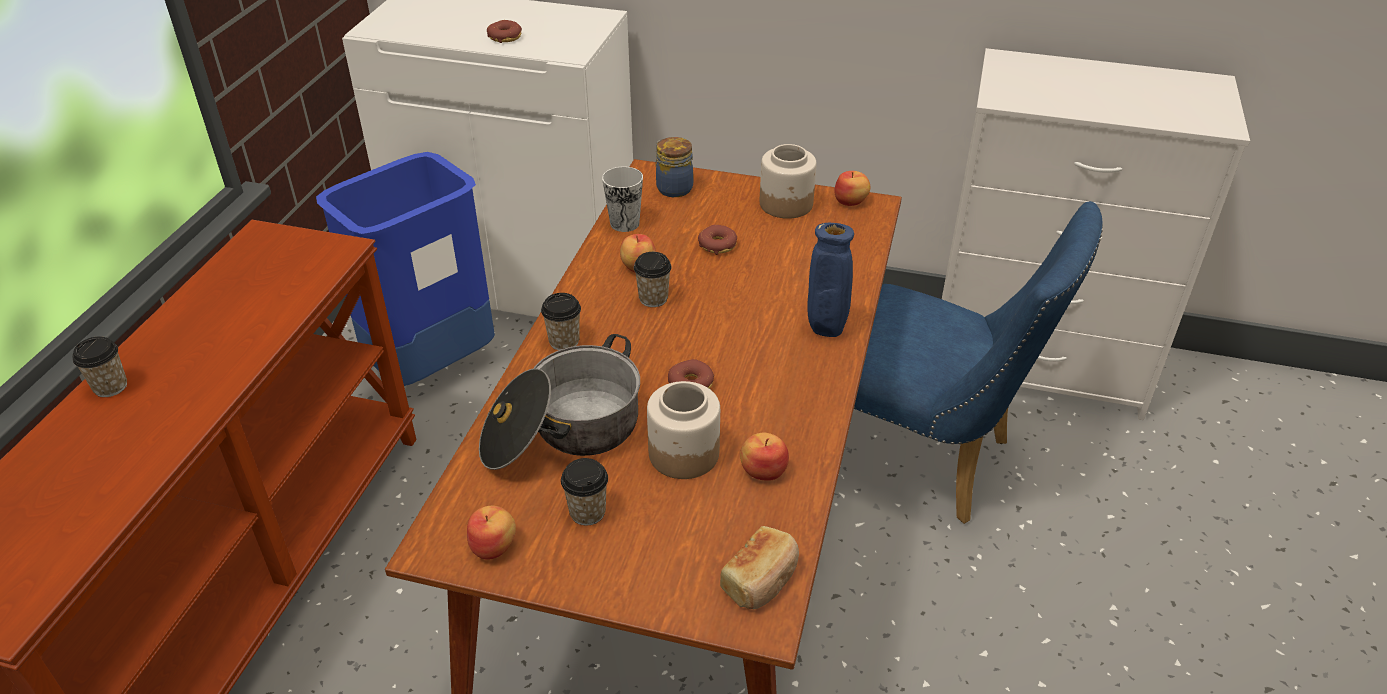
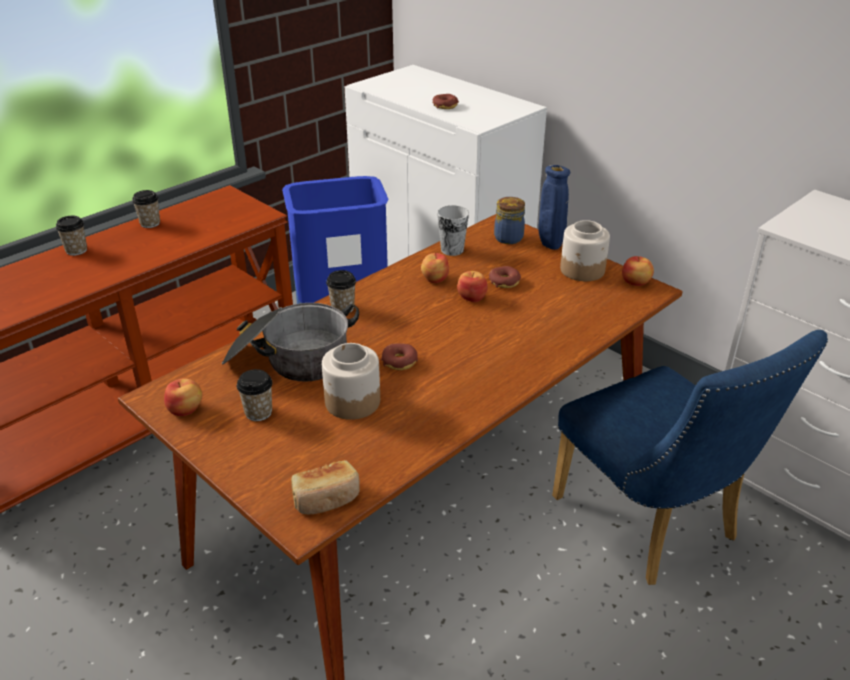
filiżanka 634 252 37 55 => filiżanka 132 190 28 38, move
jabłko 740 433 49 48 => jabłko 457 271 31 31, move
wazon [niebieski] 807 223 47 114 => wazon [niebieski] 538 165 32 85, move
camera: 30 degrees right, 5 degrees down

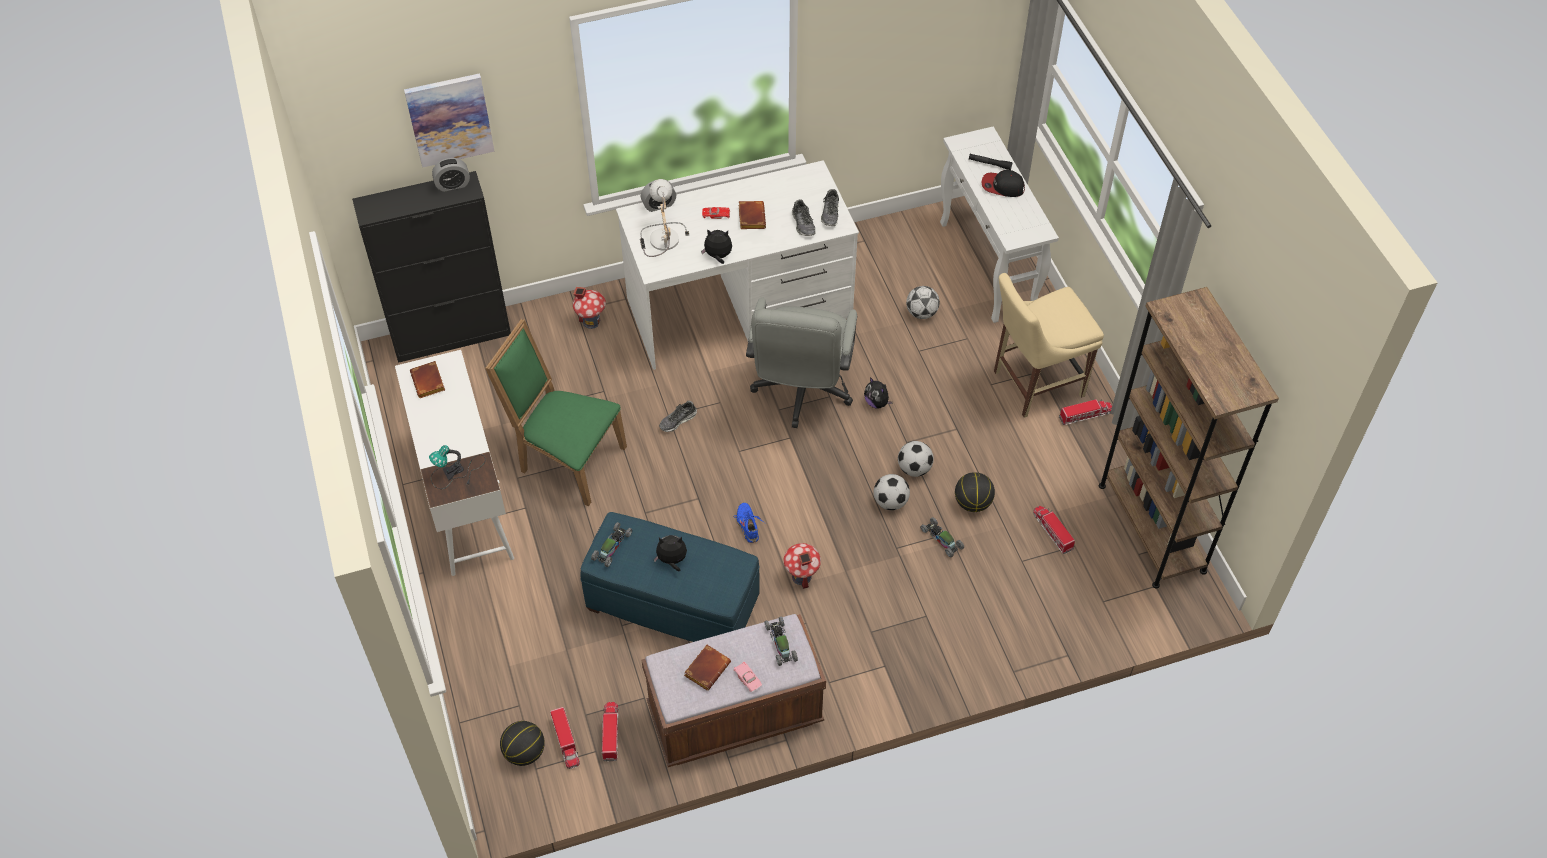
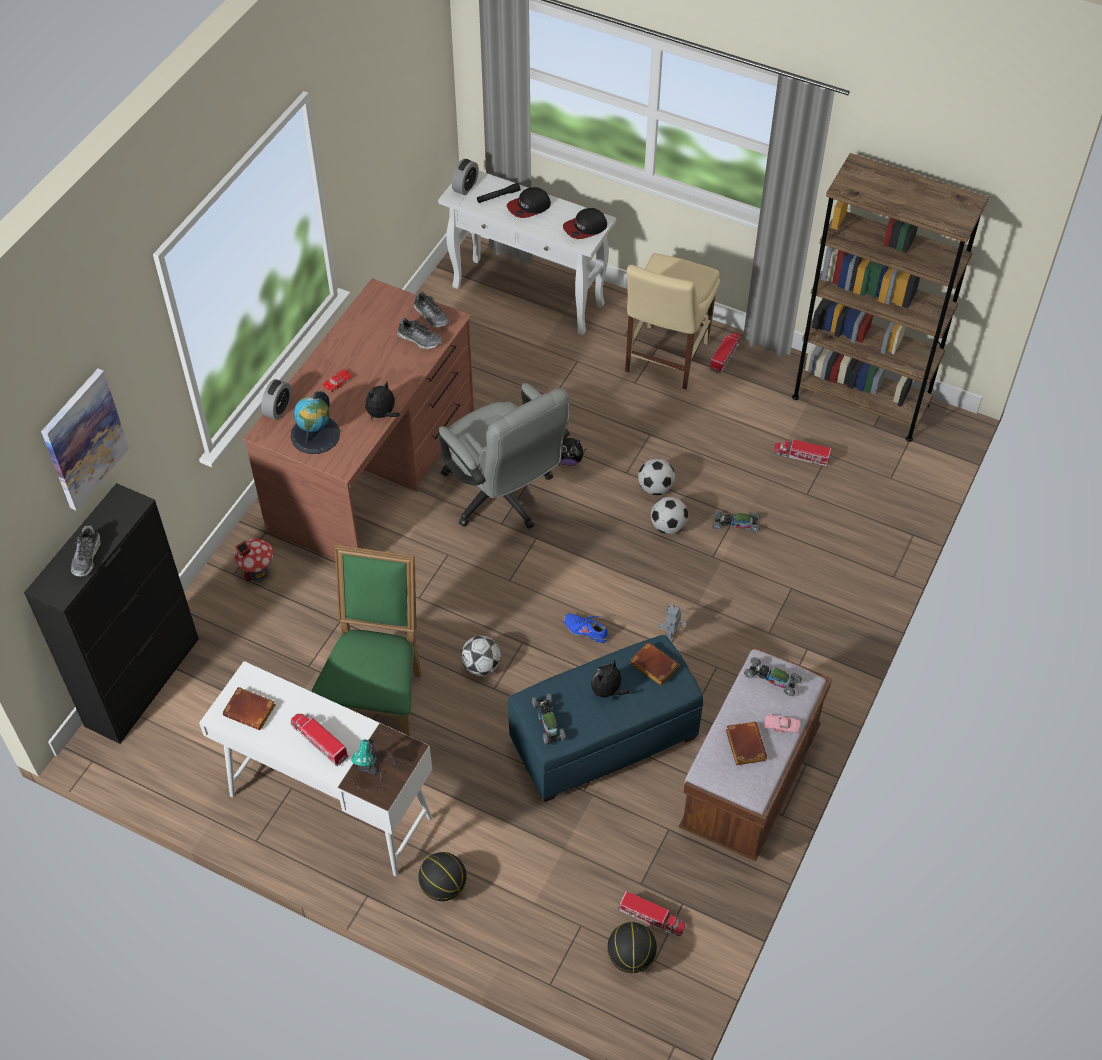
budzik 432 158 38 34 => budzik 452 159 27 36, move
krzesło [zielony] 485 318 142 188 => krzesło [zielony] 311 545 110 192, 120 degrees clockwise
ciężarówka zabawkowa 602 702 17 59 => ciężarówka zabawkowa 291 714 57 52, move
biurko [biały] 616 160 243 210 => biurko [brązowy] 243 278 231 282
lampa stołowa 640 179 49 78 => globus 291 391 49 63
but 659 401 38 31 => but 71 526 30 51, move
książka [brązowy] 739 201 27 28 => książka [brązowy] 630 642 50 44, move
domek 783 543 38 46 => robot zabawkowy 657 604 29 38
piłka futbolowa 906 286 34 33 => piłka futbolowa 461 636 40 40, move
piłka do koszykówki 955 472 40 40 => piłka do koszykówki 418 852 49 49, move
nothing => czapka z daszkiem 563 208 44 31
camera: 45 degrees left, 0 degrees up

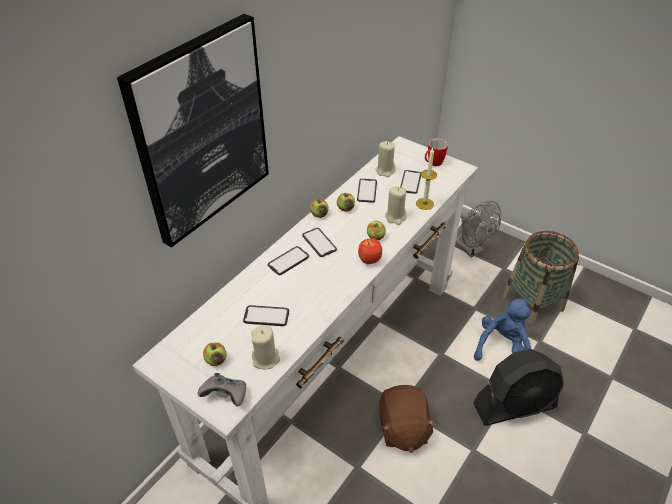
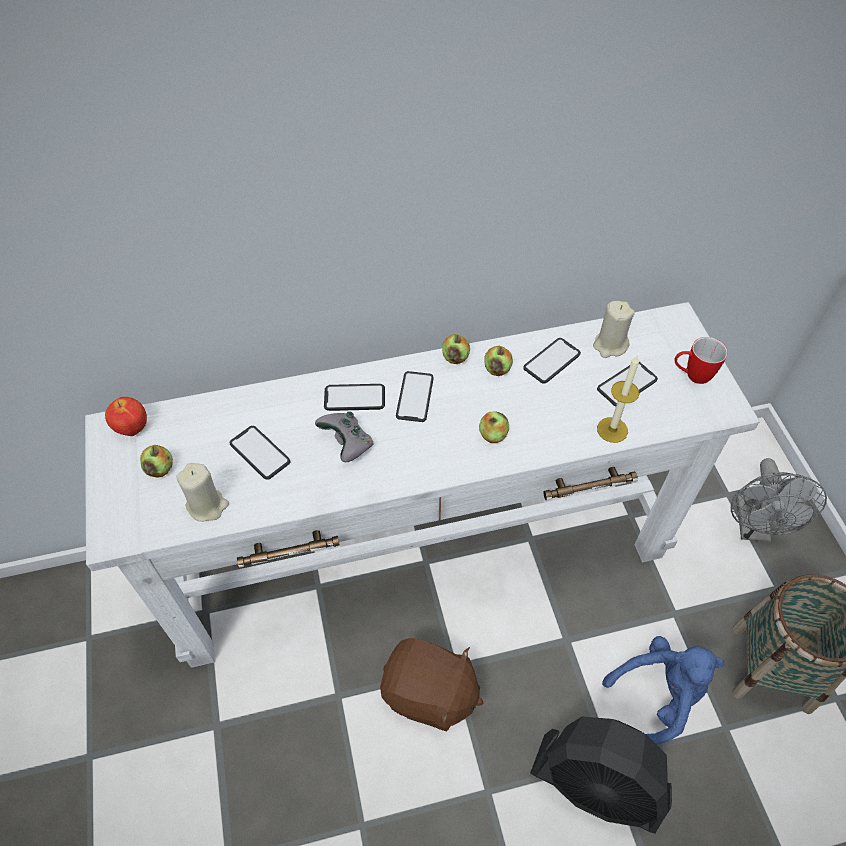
obraz 117 14 152 234 => nothing
pad do gier [szary] 197 373 49 34 => pad do gier [szary] 315 412 58 50, move
jabłko 358 238 24 26 => jabłko 105 397 42 39, move
pluszak [brązowy] 379 385 59 68 => pluszak [brązowy] 380 638 104 93, 105 degrees counterclockwise
świeca [beżowy] 385 186 22 39 => nothing
camera: 40 degrees right, 10 degrees up

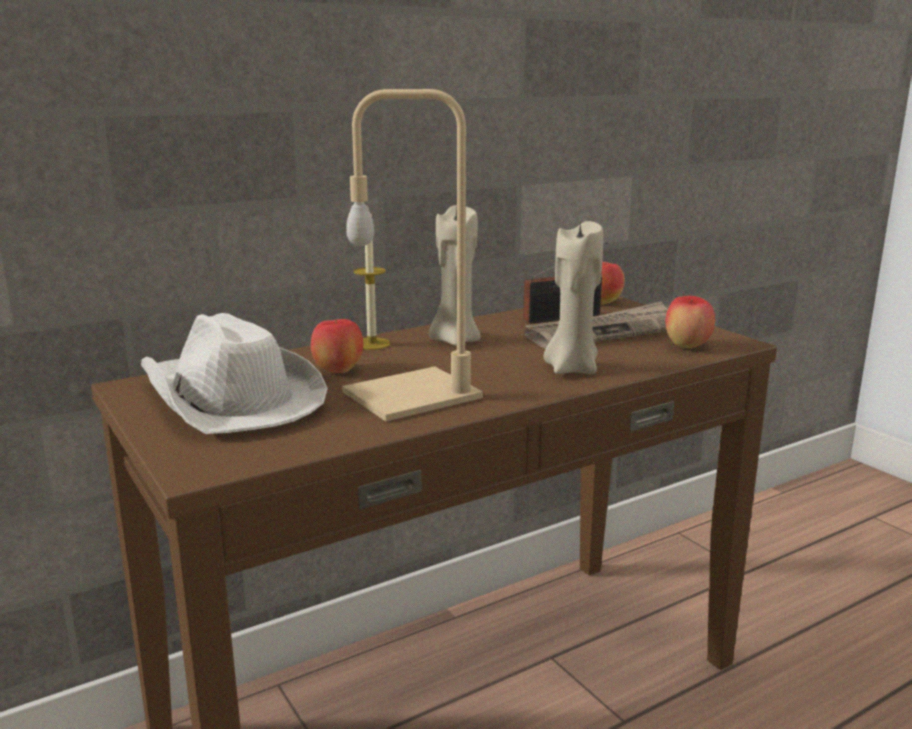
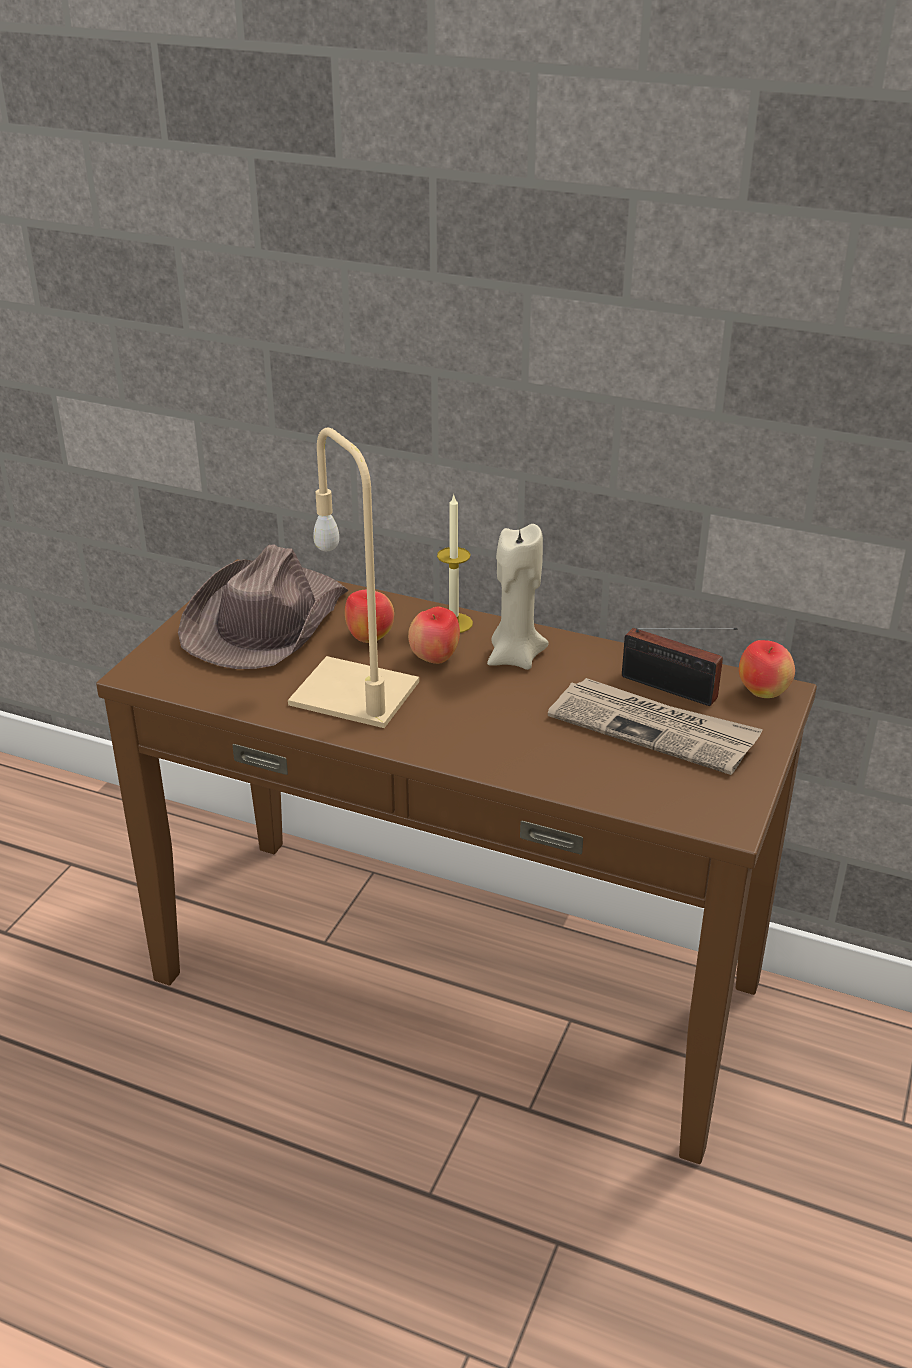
kapelusz [biały] 141 313 187 121 => kapelusz [brązowy] 178 544 171 125
świeca [beżowy] 544 219 59 155 => nothing
jabłko 665 296 50 52 => jabłko 408 607 52 57, move
camera: 55 degrees right, 15 degrees up

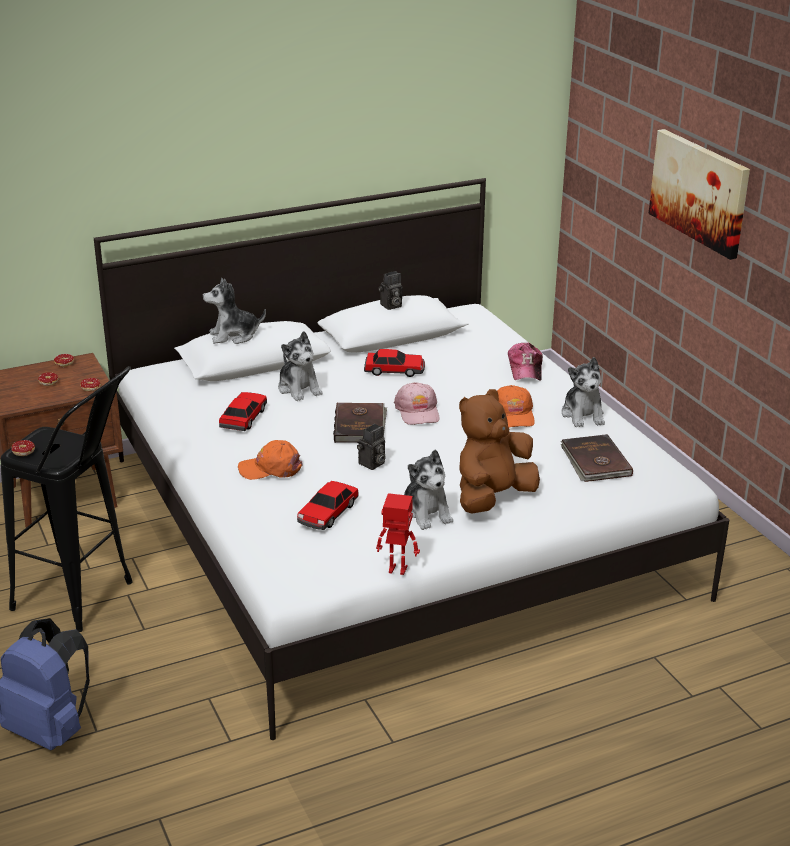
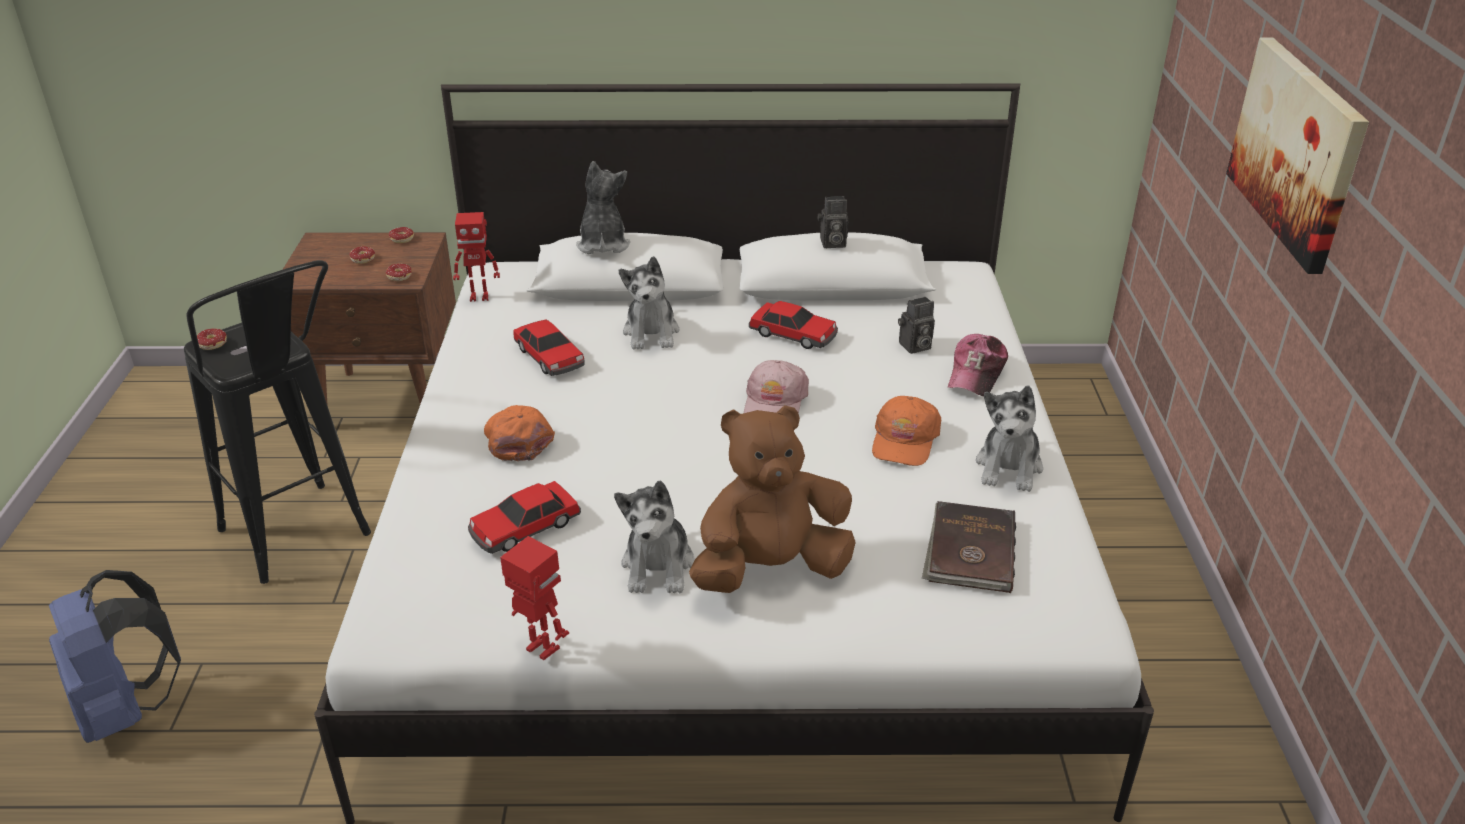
pluszak 203 277 63 67 => pluszak 576 161 54 93, 75 degrees clockwise
samochodzik 219 392 48 39 => samochodzik 513 320 72 56, 105 degrees clockwise
czapka z daszkiem [pomarańczowy] 238 440 65 40 => czapka z daszkiem [pomarańczowy] 484 405 71 56, 45 degrees clockwise
książka [brązowy] 333 403 54 40 => nothing
aparat fotograficzny 357 424 29 46 => aparat fotograficzny 898 297 37 57, move
nothing => robot zabawkowy 453 212 47 90
camera: 25 degrees right, 5 degrees up

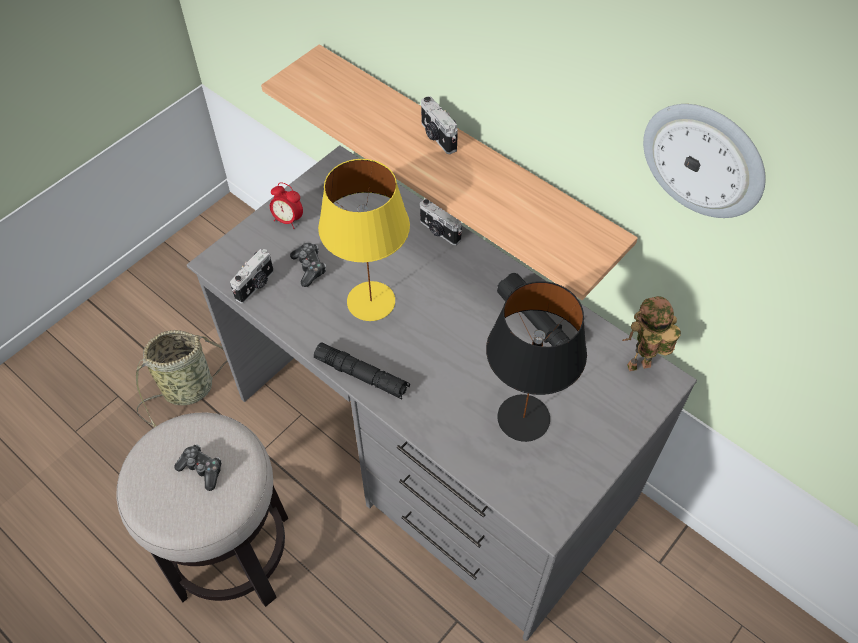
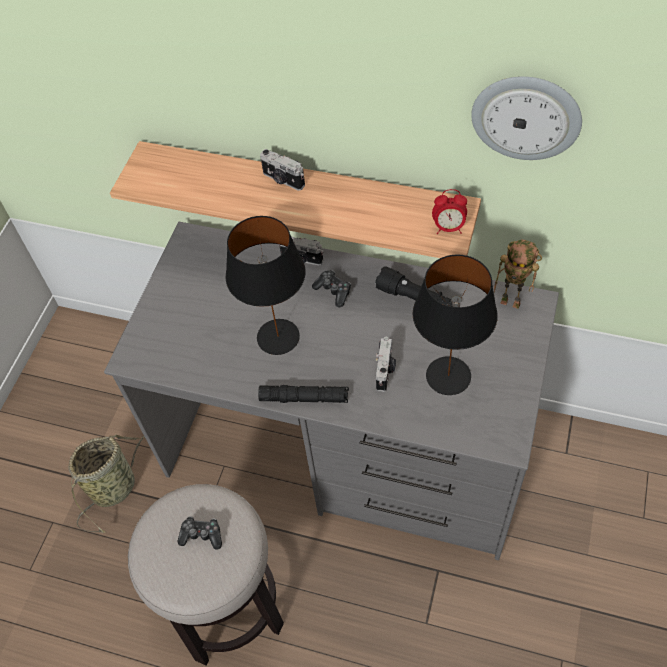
aparat fotograficzny 230 249 44 55 => aparat fotograficzny 376 336 20 56, move
budzik 270 182 33 47 => budzik 432 189 35 45, move
pad do gier 290 243 36 44 => pad do gier 312 270 39 37, move
lampa stołowa [żółty] 318 159 92 162 => lampa stołowa [czarny] 226 216 80 139
robot zabawkowy 622 296 59 75 => robot zabawkowy 494 240 48 69, 120 degrees counterclockwise
camera: 20 degrees left, 0 degrees up

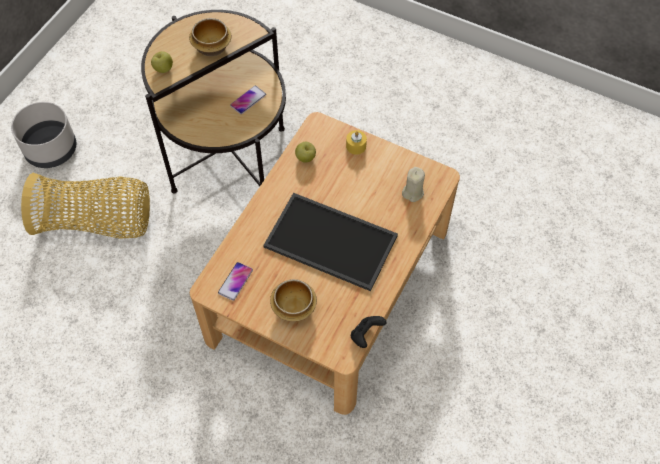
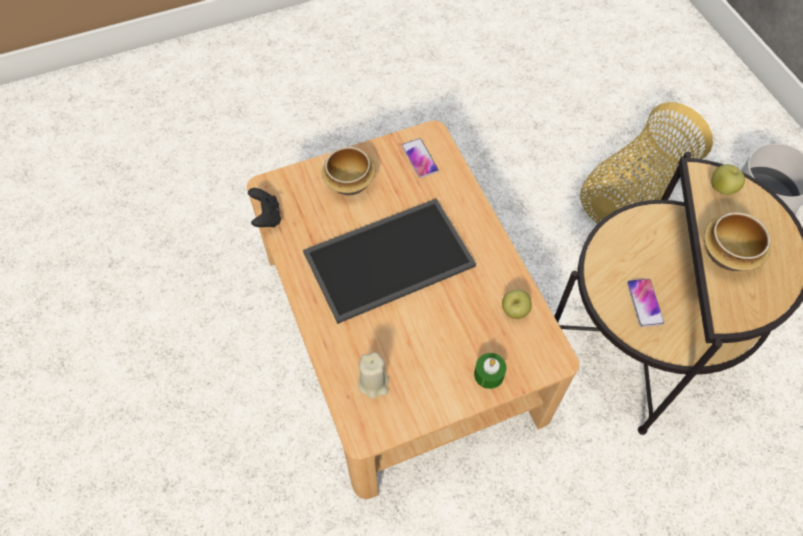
świeca [żółty] 346 130 21 25 => świeca [zielony] 474 353 32 36
camera: 130 degrees right, 0 degrees up

